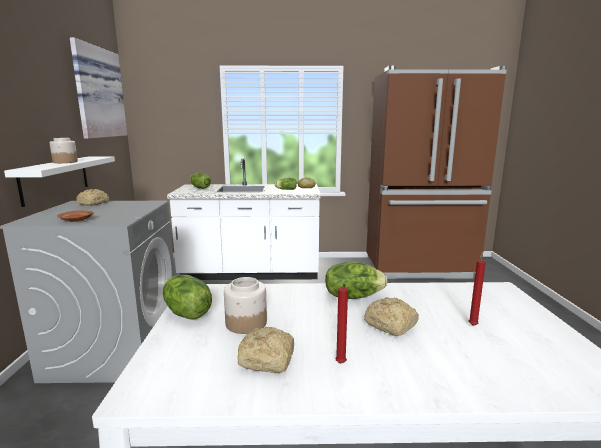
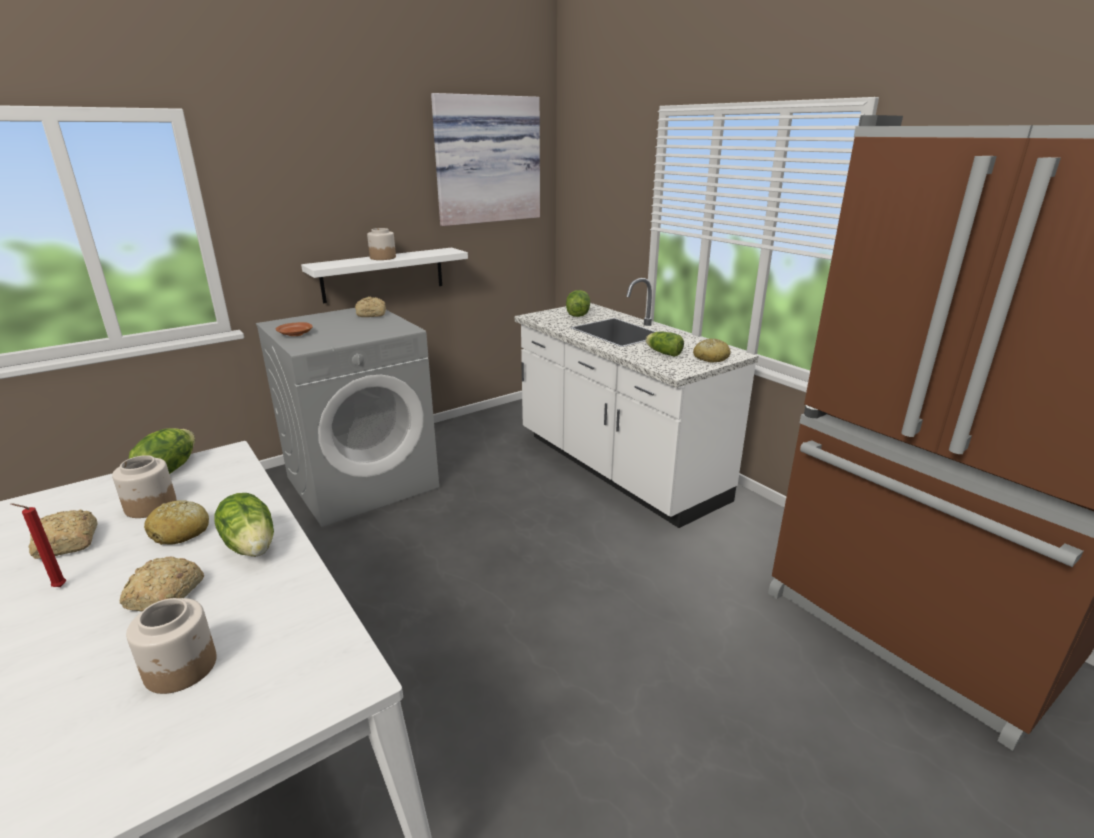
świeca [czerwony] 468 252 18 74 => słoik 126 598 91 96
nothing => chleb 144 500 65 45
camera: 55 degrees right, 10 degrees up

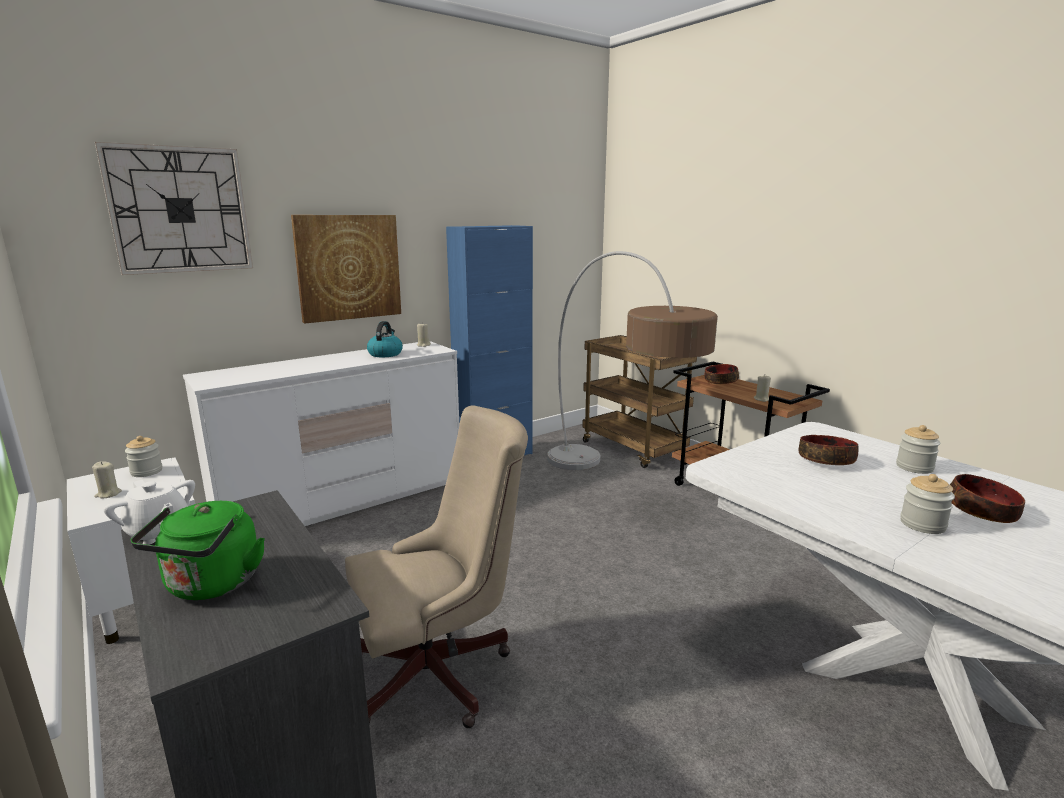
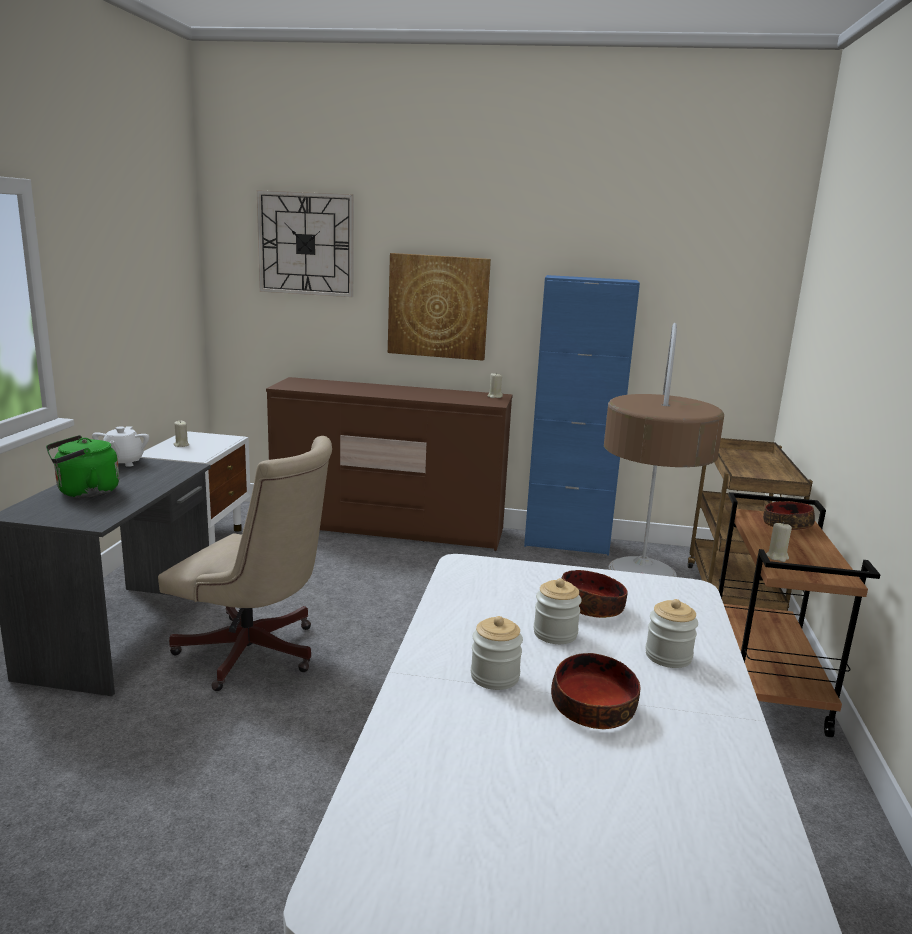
słoik 125 436 38 41 => słoik 533 578 49 66, move
komoda [biały] 183 341 276 185 => komoda [brązowy] 266 377 247 174
czajnik 367 321 36 36 => nothing
camera: 45 degrees right, 0 degrees up

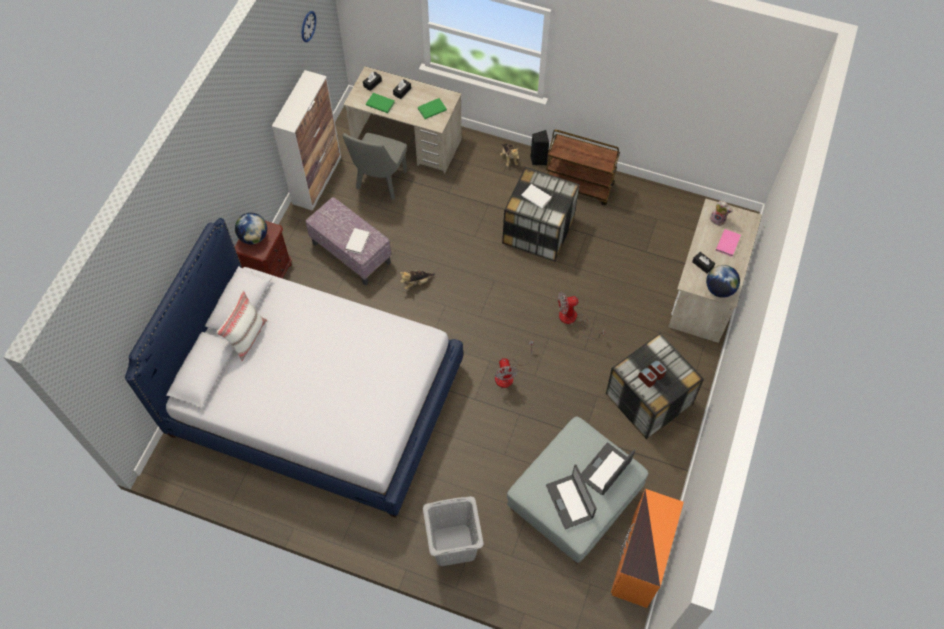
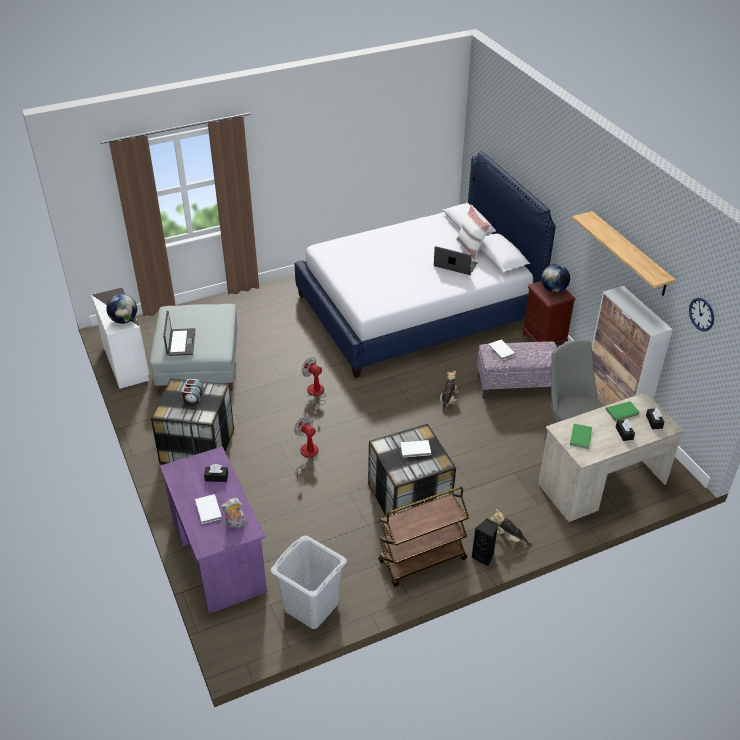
kosz na pranie [szary] 423 496 61 70 => kosz na pranie [szary] 270 535 77 94, move
laptop 546 464 50 65 => laptop 434 246 43 29, move
wentylator 558 292 47 48 => wentylator 294 416 25 62, 75 degrees counterclockwise
komoda [pomarańczowy] 611 489 73 119 => komoda [biały] 91 288 58 101
biurko [beżowy] 668 199 94 144 => biurko [fioletowy] 160 446 107 168
globus 706 265 34 33 => globus 106 294 31 30, move
książka [różowy] 716 229 25 28 => książka [biały] 195 494 27 30
nothing => półka 572 211 104 85
camera: 135 degrees right, 20 degrees down

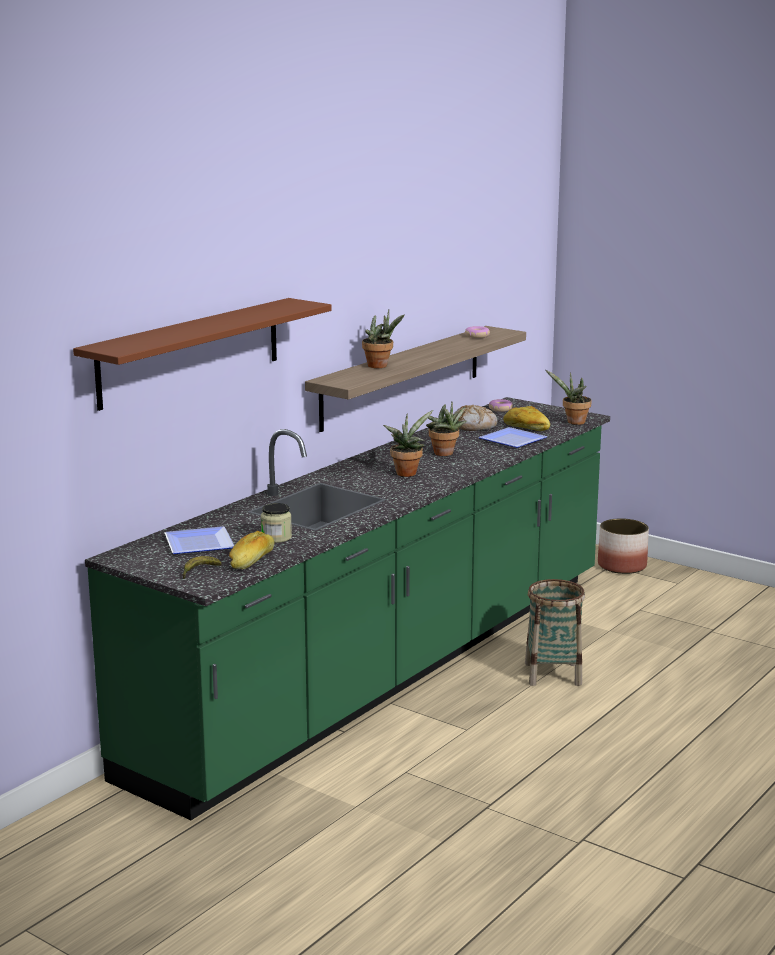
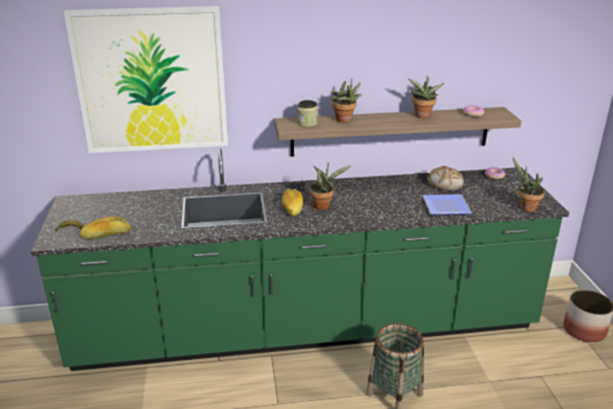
półka [brązowy] 73 298 259 113 => obraz 64 6 164 147
talerz 165 526 69 28 => nothing
słoik 261 503 31 40 => słoik 297 100 21 27, move
roślina doniczkowa 426 402 40 54 => roślina doniczkowa 409 75 35 43, move
chleb 503 406 47 25 => chleb 282 188 21 28, move
camera: 45 degrees right, 10 degrees up

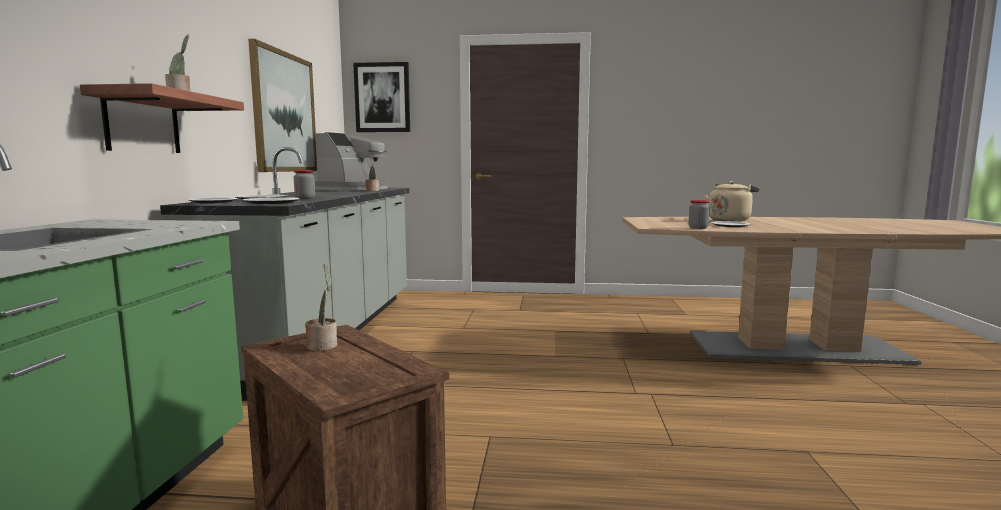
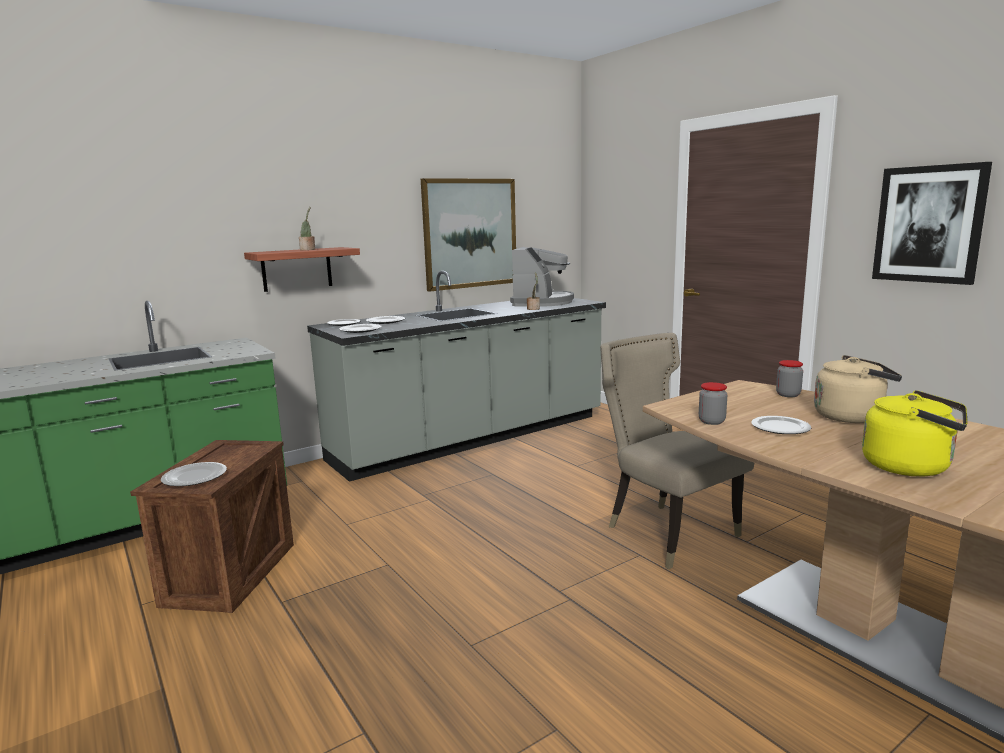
słoik 294 170 21 29 => słoik 776 360 27 37, move
roślina doniczkowa 305 264 32 87 => nothing
ekspres do kawy 315 132 74 58 => ekspres do kawy 510 247 64 60, 60 degrees counterclockwise
obraz 353 62 57 70 => obraz 872 162 120 123, move
nothing => talerz 161 462 66 24
nothing => krzesło [beżowy] 600 333 154 236
nothing => czajnik [żółty] 862 390 106 87
camera: 50 degrees right, 5 degrees up

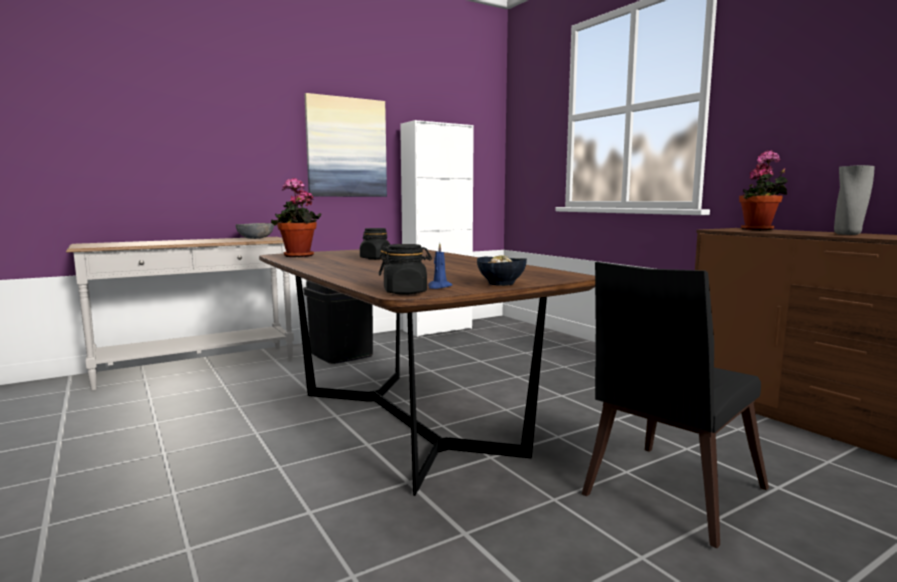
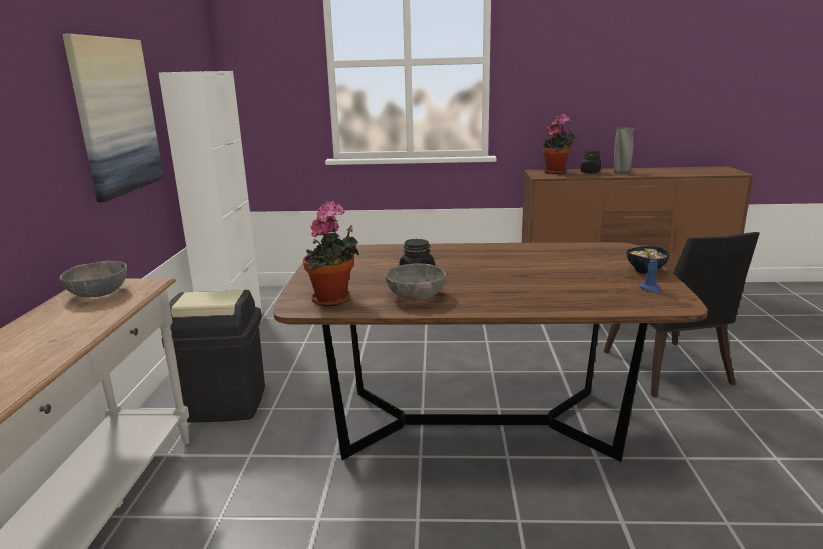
słoik [czarny] 379 244 53 51 => słoik [czarny] 581 150 20 23, move
nothing => miska [szary] 385 263 61 37
camera: 55 degrees left, 10 degrees up

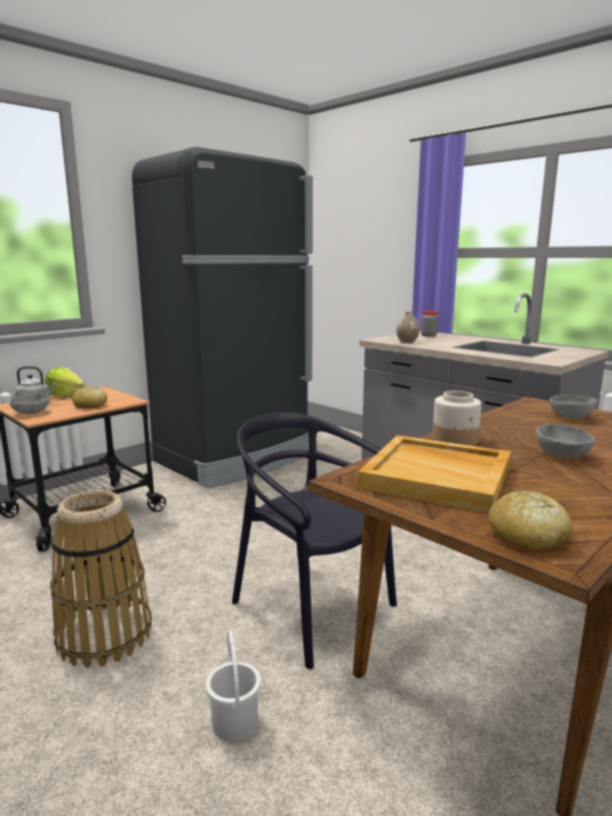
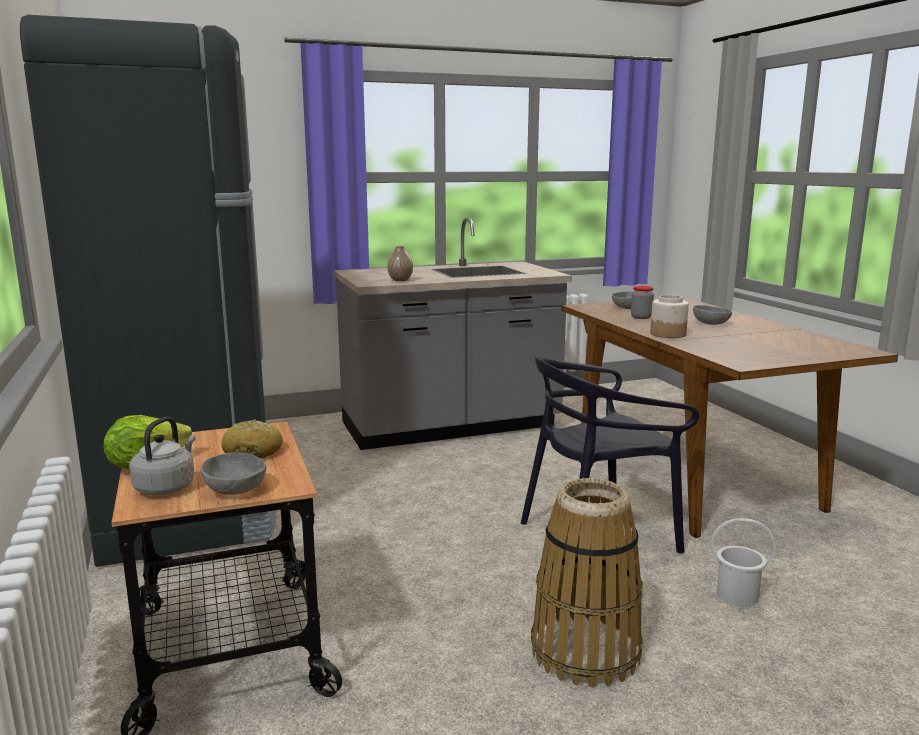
taca [beżowy] 358 435 153 78 => nothing
słoik 421 311 18 26 => słoik 631 286 23 33, move
chleb 488 491 85 59 => nothing
camera: 65 degrees left, 0 degrees up

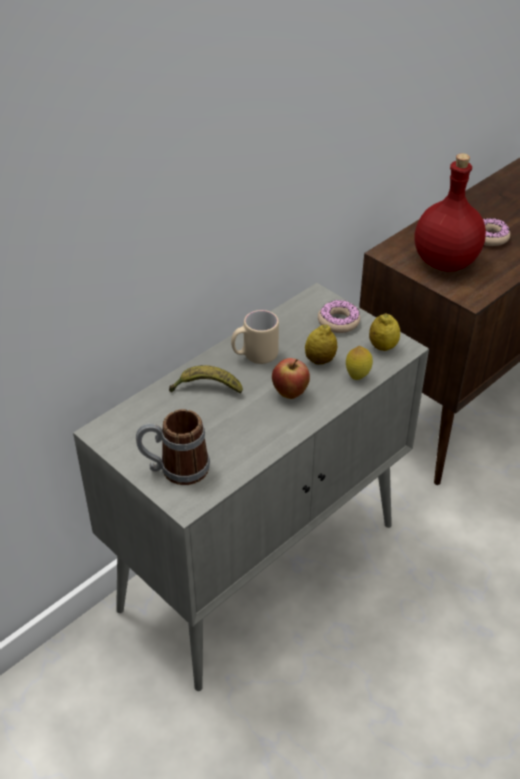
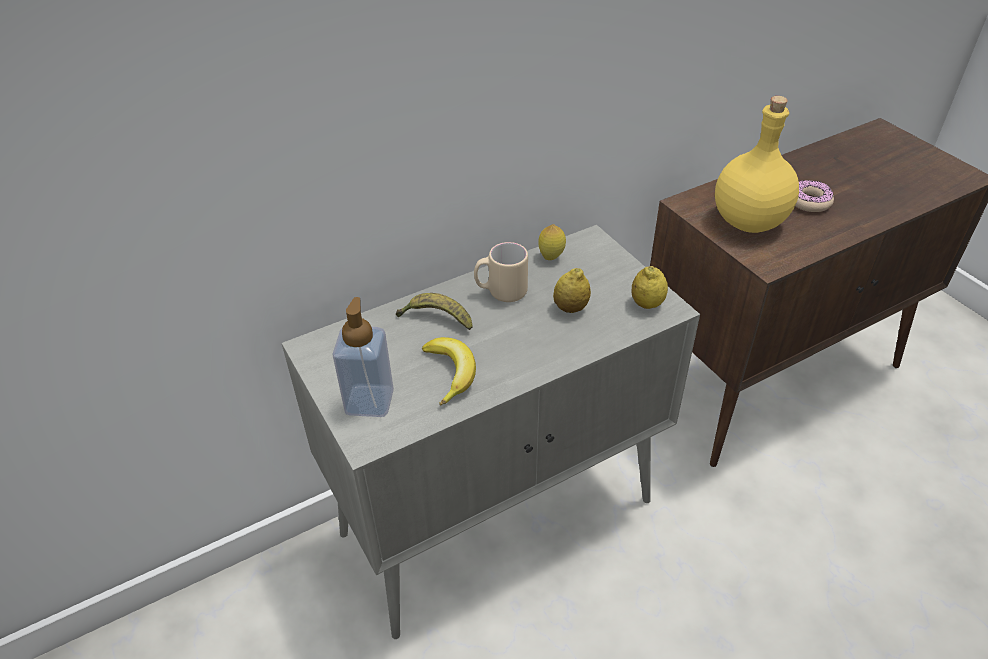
kubek 136 409 74 76 => dozownik mydła 332 297 62 120
jabłko 272 358 38 41 => nothing
donut 318 300 42 33 => nothing
cytryna 346 346 27 34 => cytryna 538 224 28 36, move
butelka [czerwony] 414 153 72 118 => butelka [żółty] 715 96 84 137
nothing => banan 422 337 54 68
camera: 15 degrees right, 0 degrees up

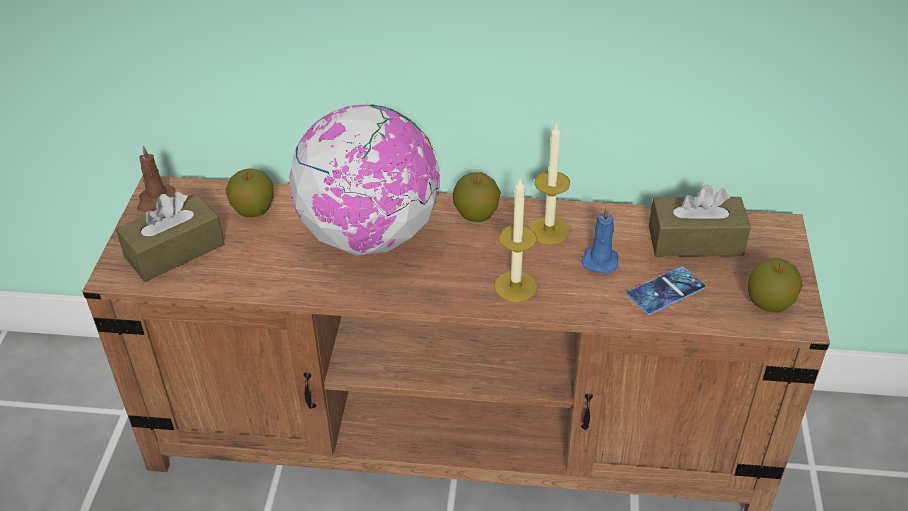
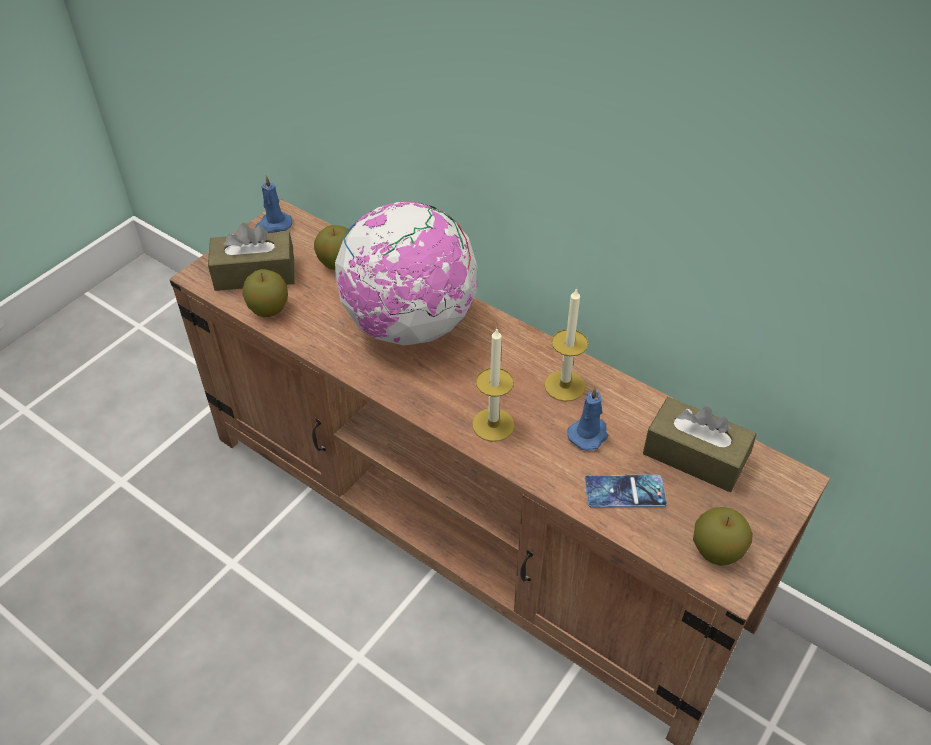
świeca [brązowy] 137 145 39 67 => świeca [niebieski] 255 175 37 58
jabłko 452 172 49 50 => jabłko 242 269 46 48, move
camera: 30 degrees right, 5 degrees up

